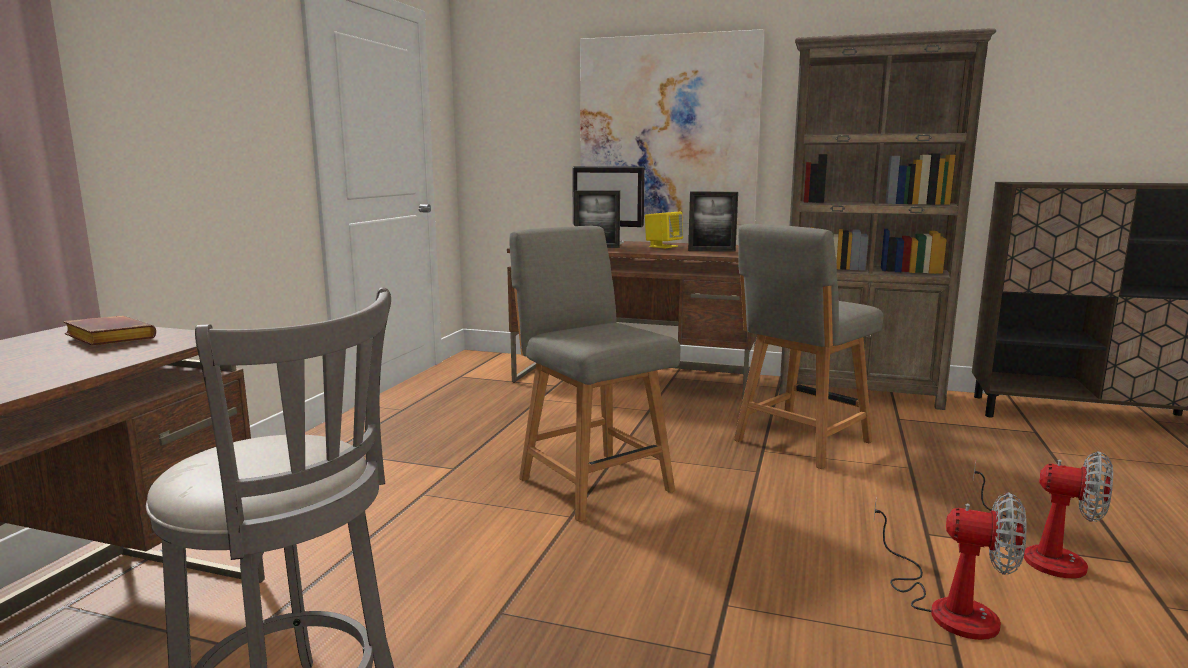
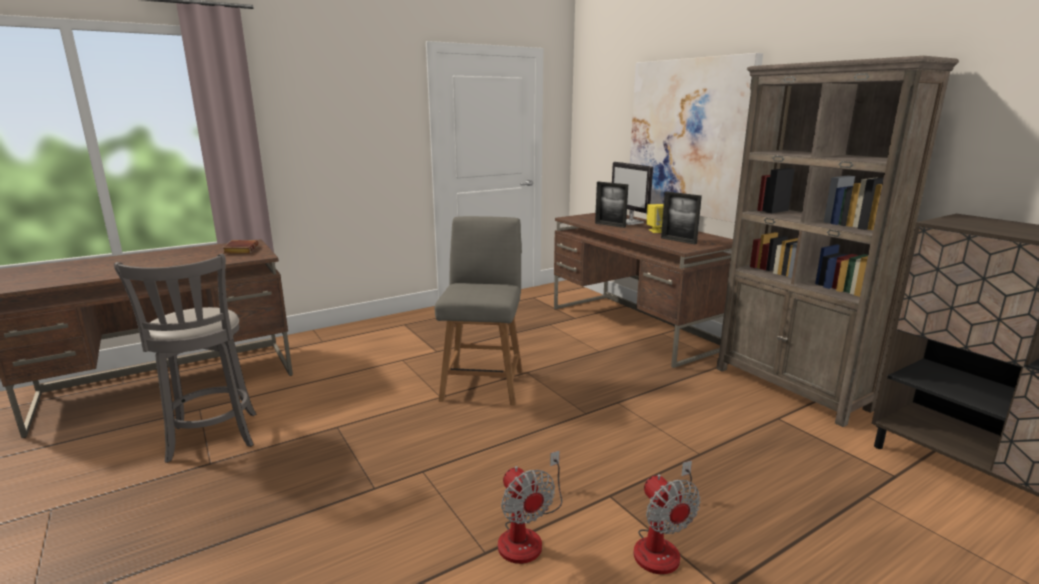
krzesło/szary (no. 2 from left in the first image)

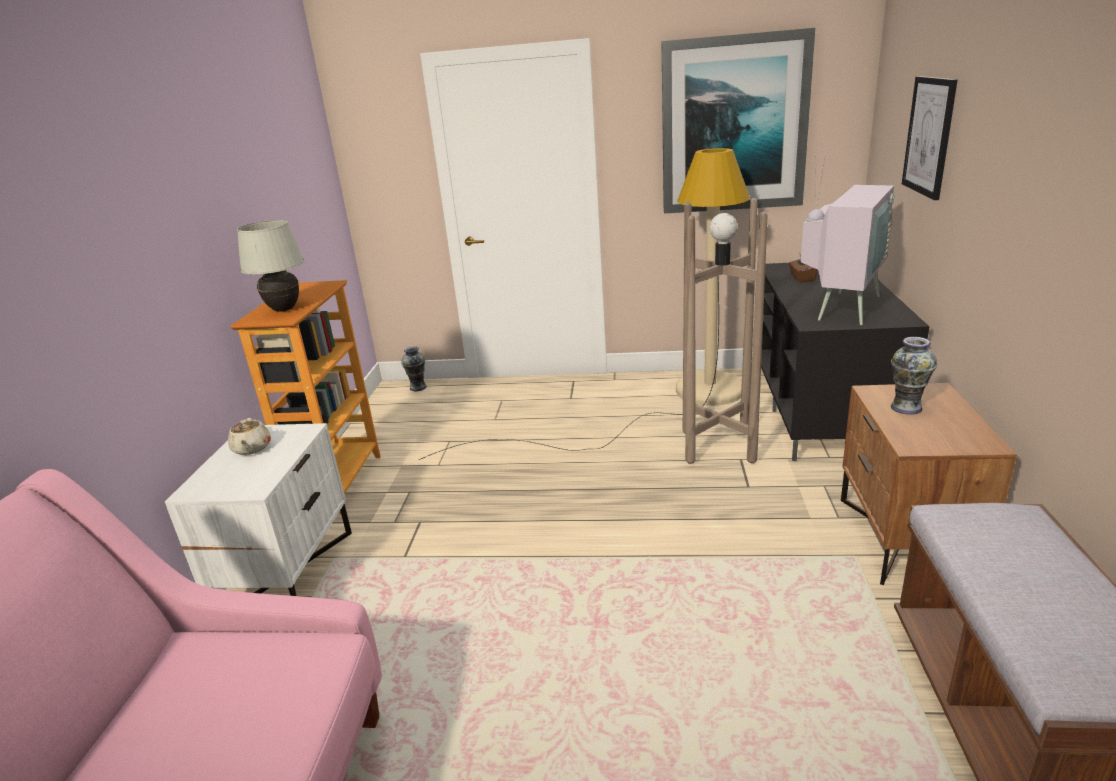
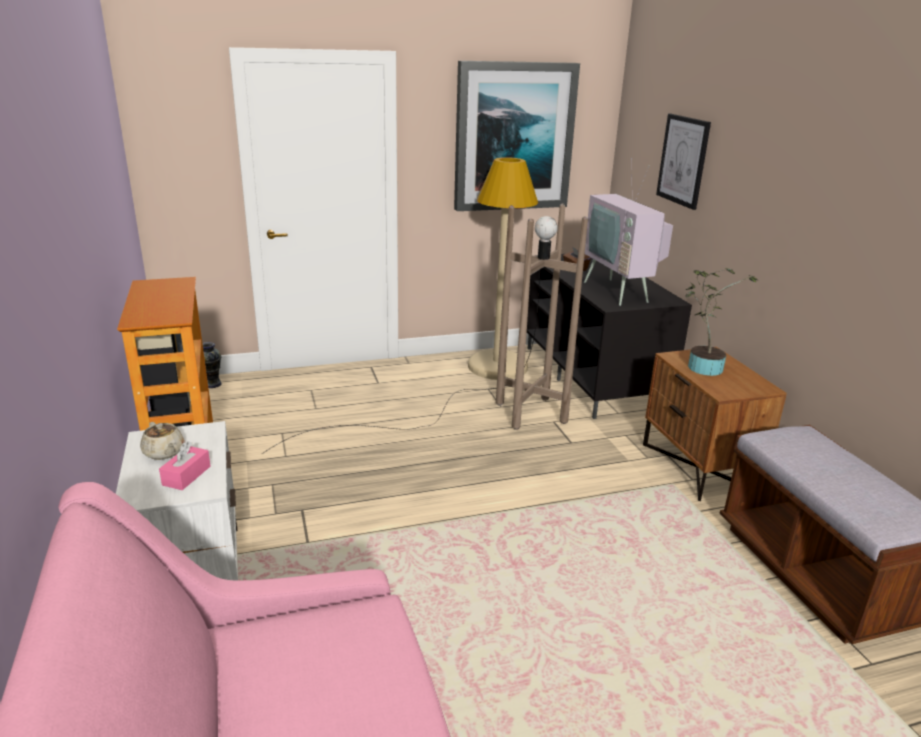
lampa stołowa/biały
telewizor
roślina doniczkowa
pudełko chusteczek/różowy

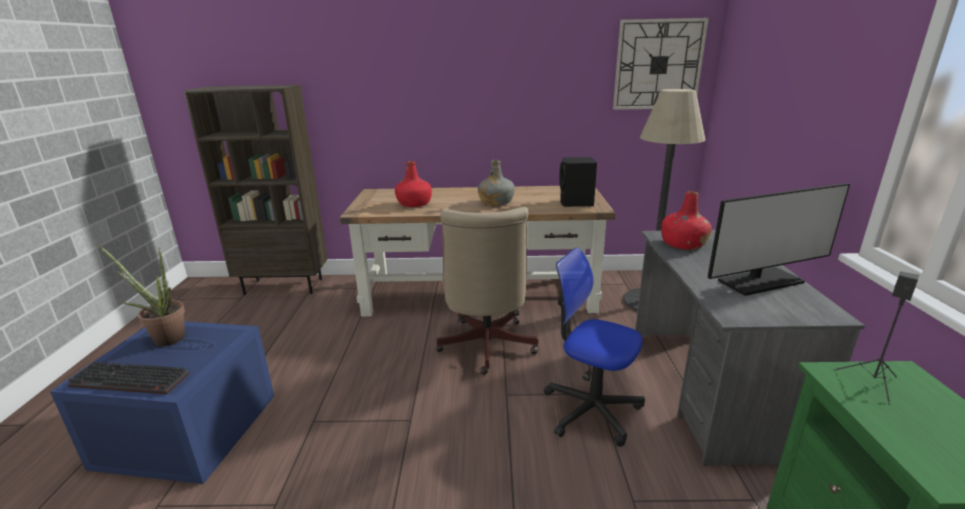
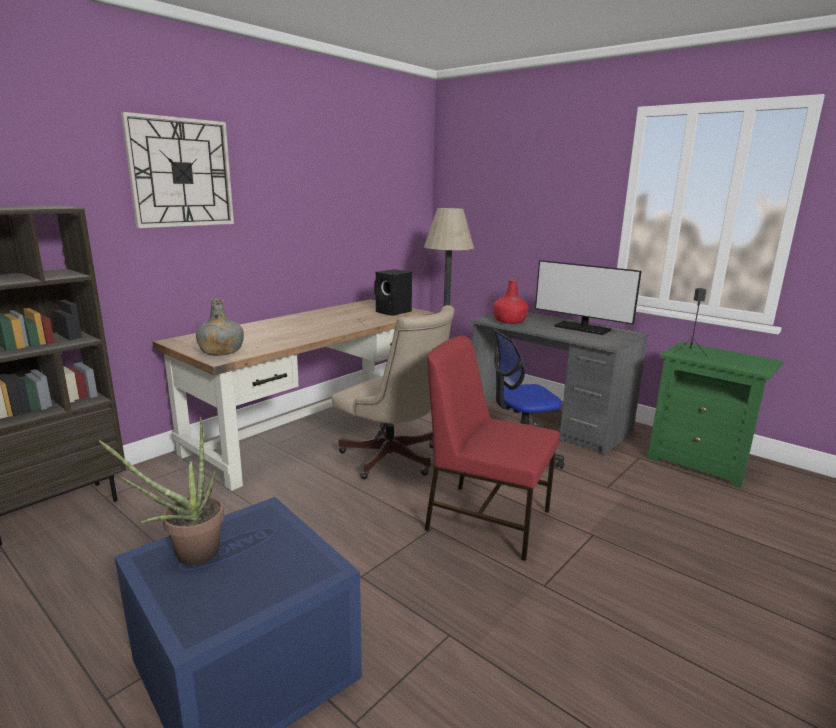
klawiatura
butelka/czerwony (no. 1 from left in the first image)
butelka/szary
zegar ścienny
monitor
krzesło/czerwony

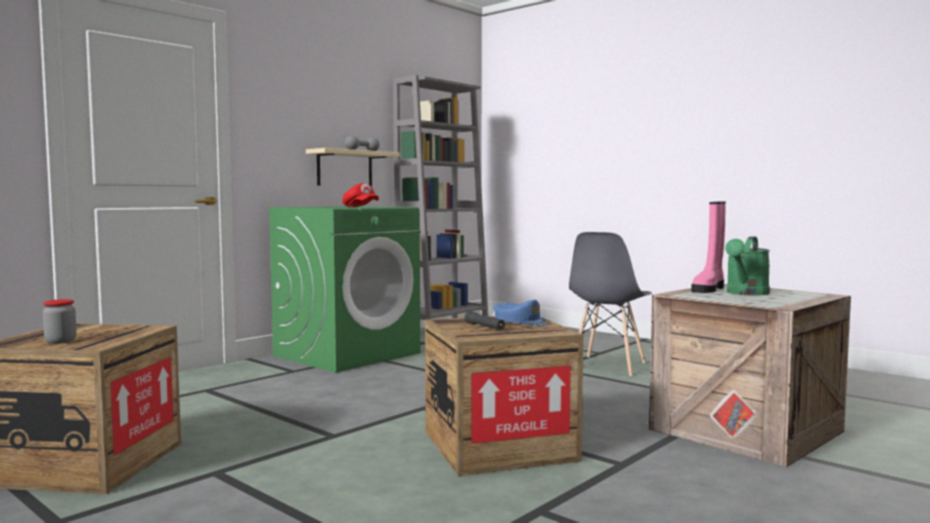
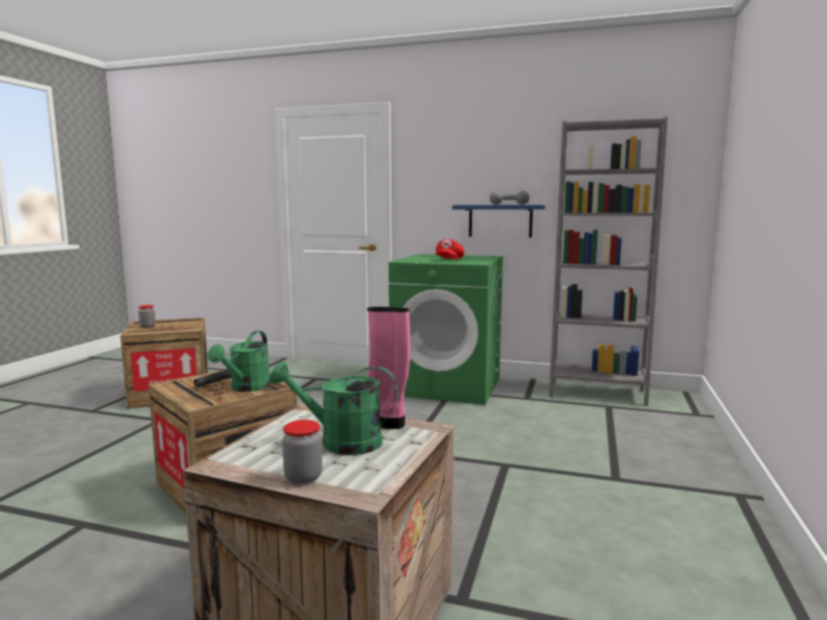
półka/niebieski
konewka/zielony (no. 1 from left)
krzesło/szary
słoik (no. 2 from left)

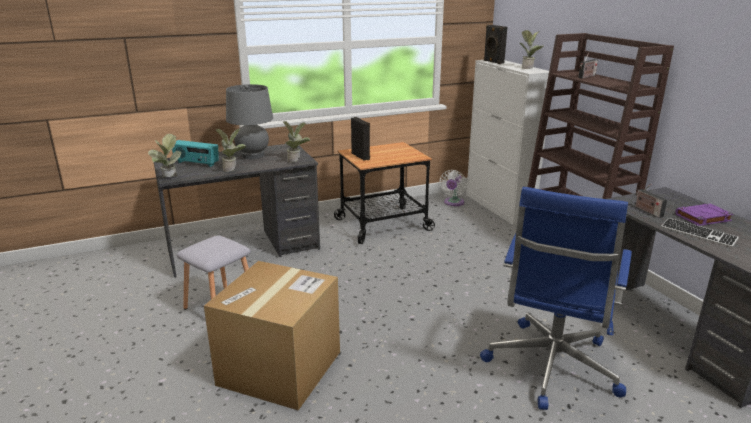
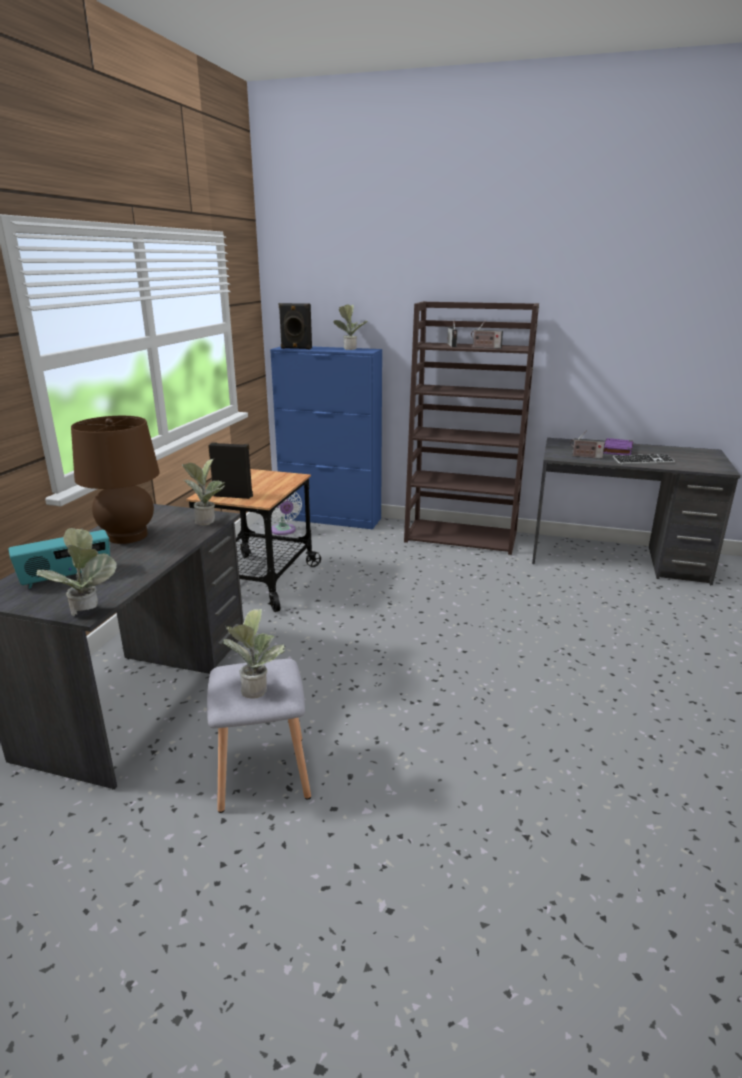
karton
roślina doniczkowa (no. 3 from left)
lampa stołowa/brązowy
szafka/niebieski
krzesło biurowe/niebieski
radio (no. 3 from left)

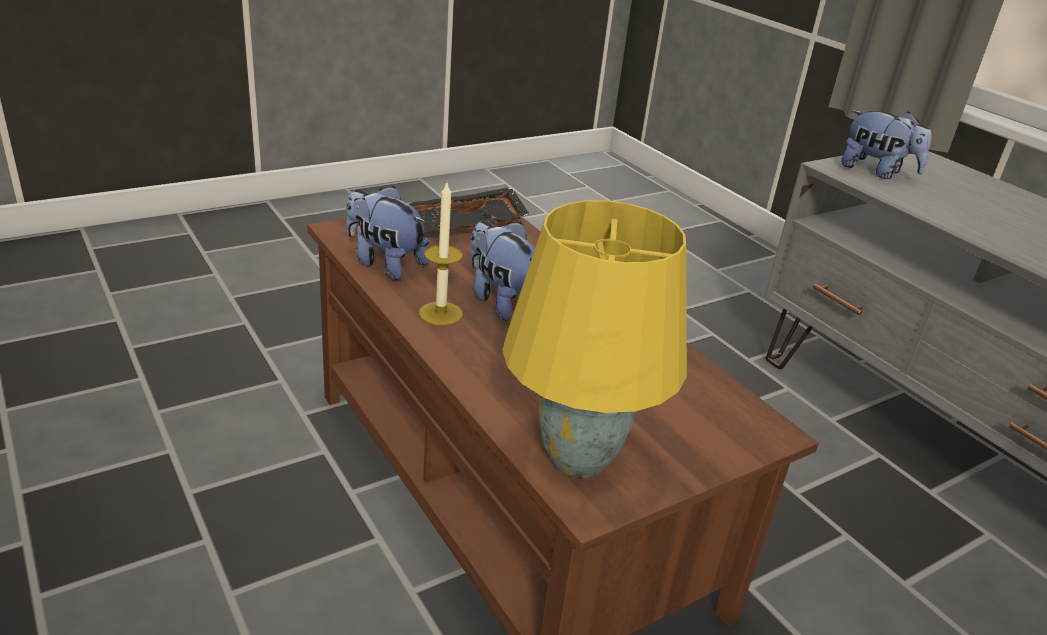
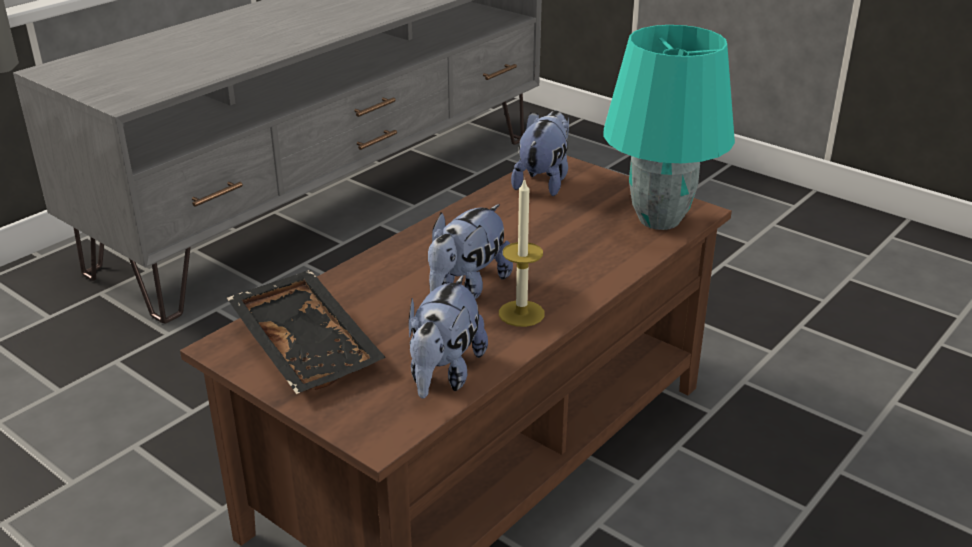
lampa stołowa/turkusowy
pluszak (no. 3 from left)

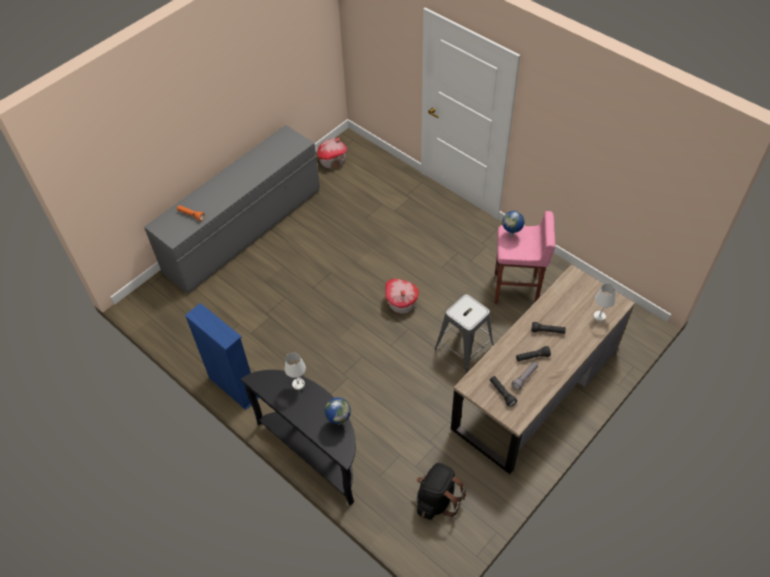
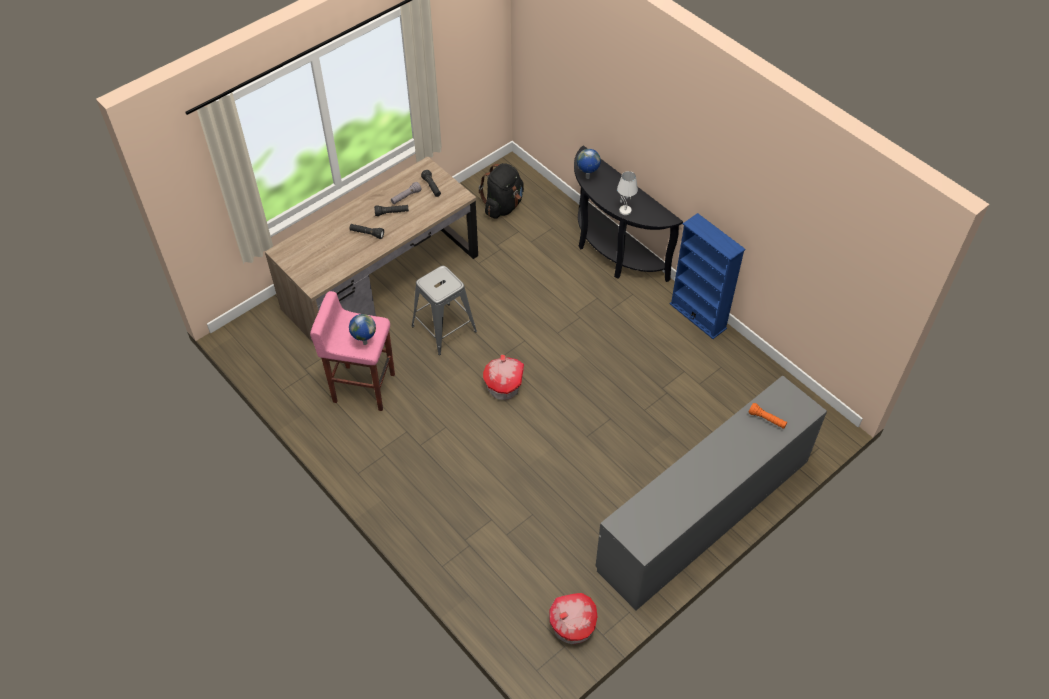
lampa stołowa/biały (no. 2 from left in the first image)

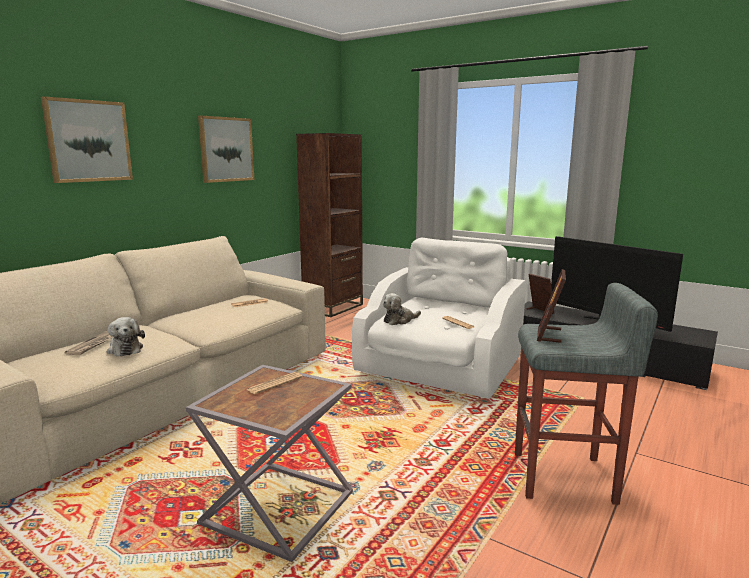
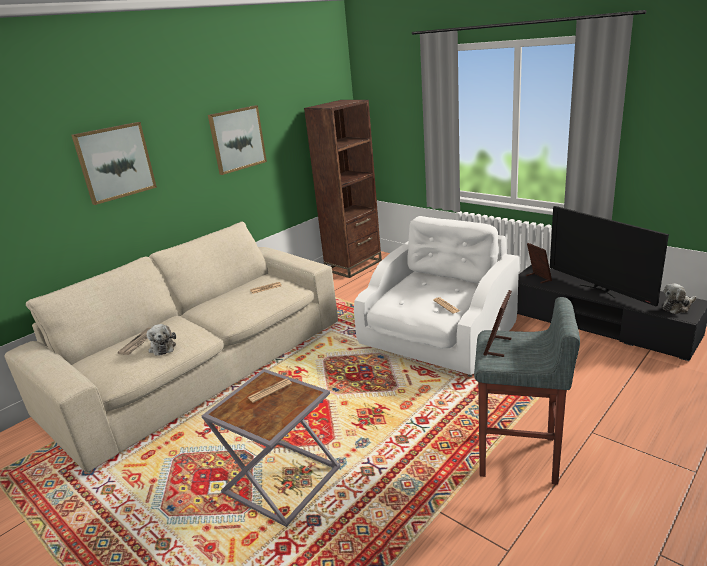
pluszak (no. 2 from left)

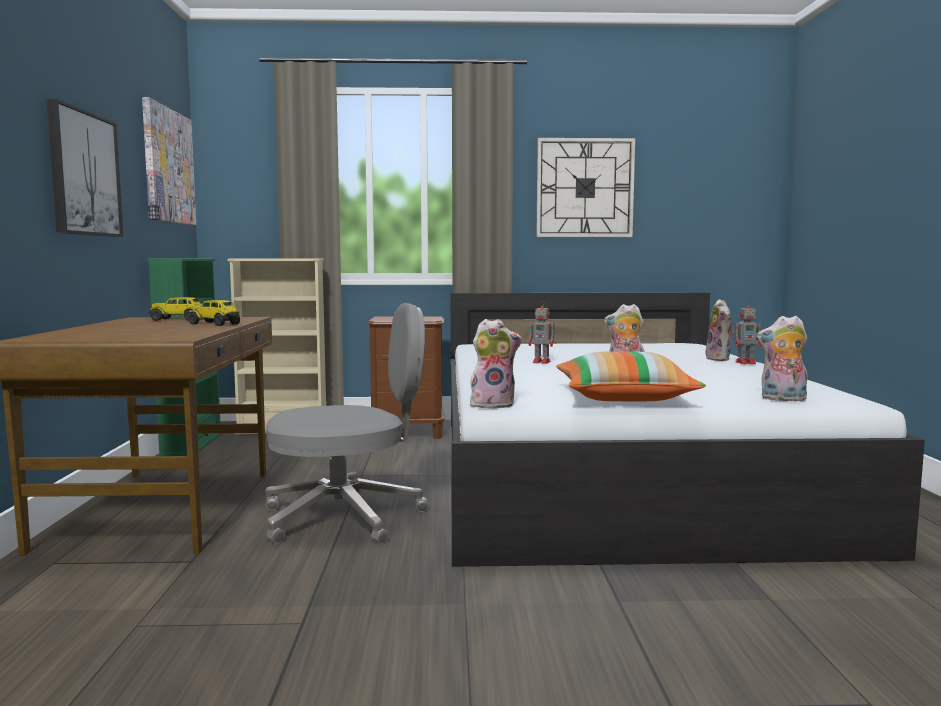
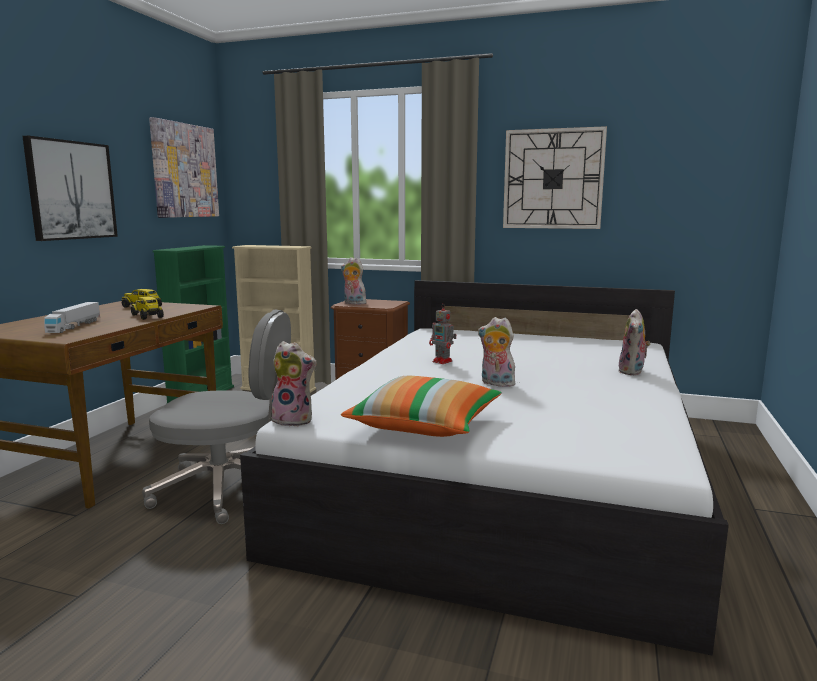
robot zabawkowy (no. 2 from left in the first image)
pluszak (no. 2 from left)
ciężarówka zabawkowa (no. 1 from left)

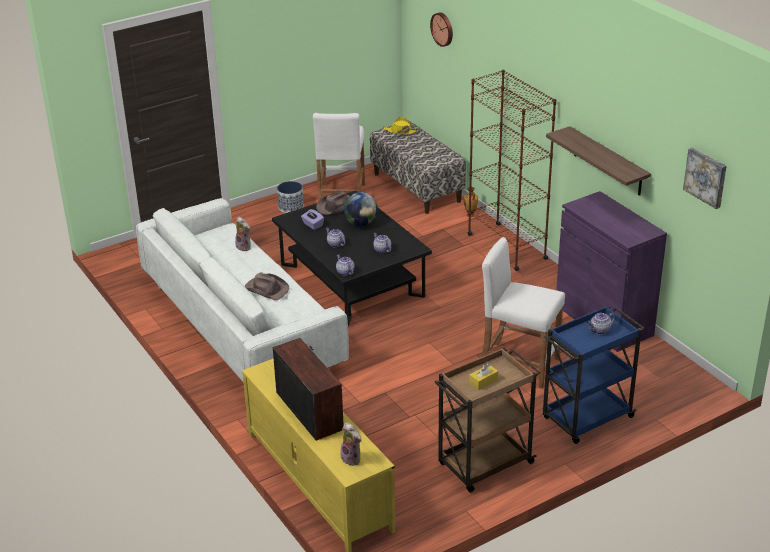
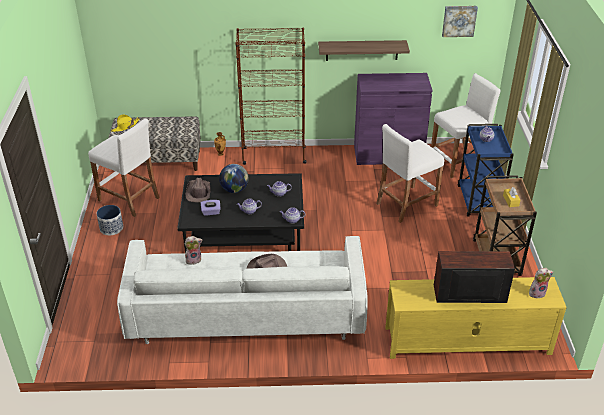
zegar ścienny
stołek/biały (no. 3 from left)

